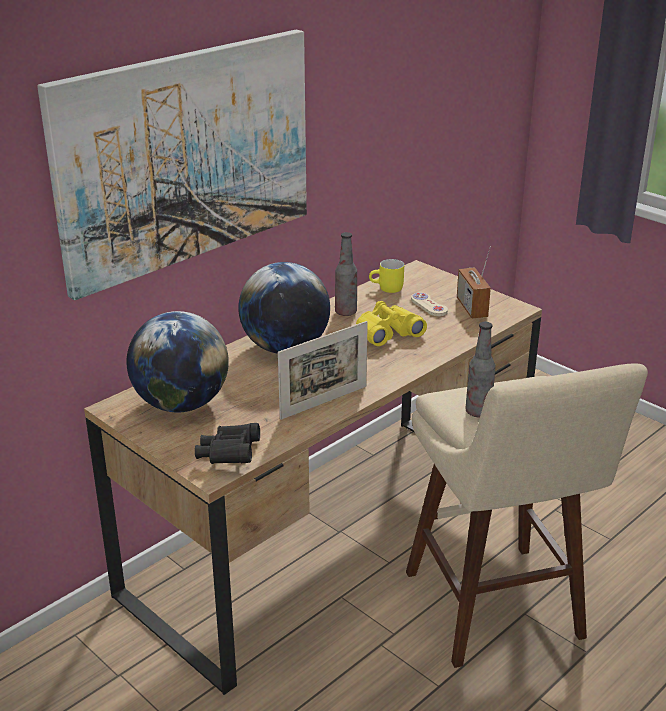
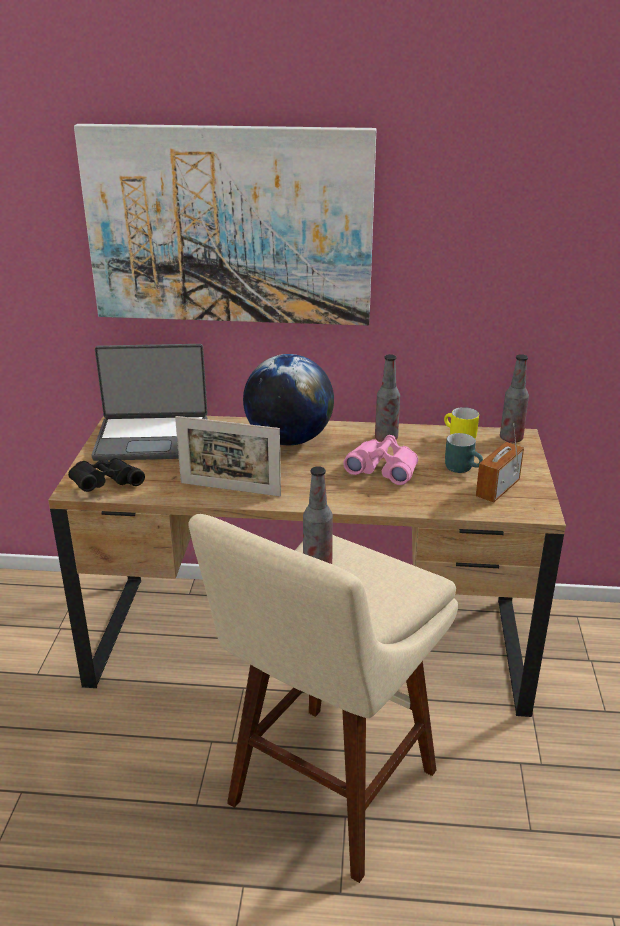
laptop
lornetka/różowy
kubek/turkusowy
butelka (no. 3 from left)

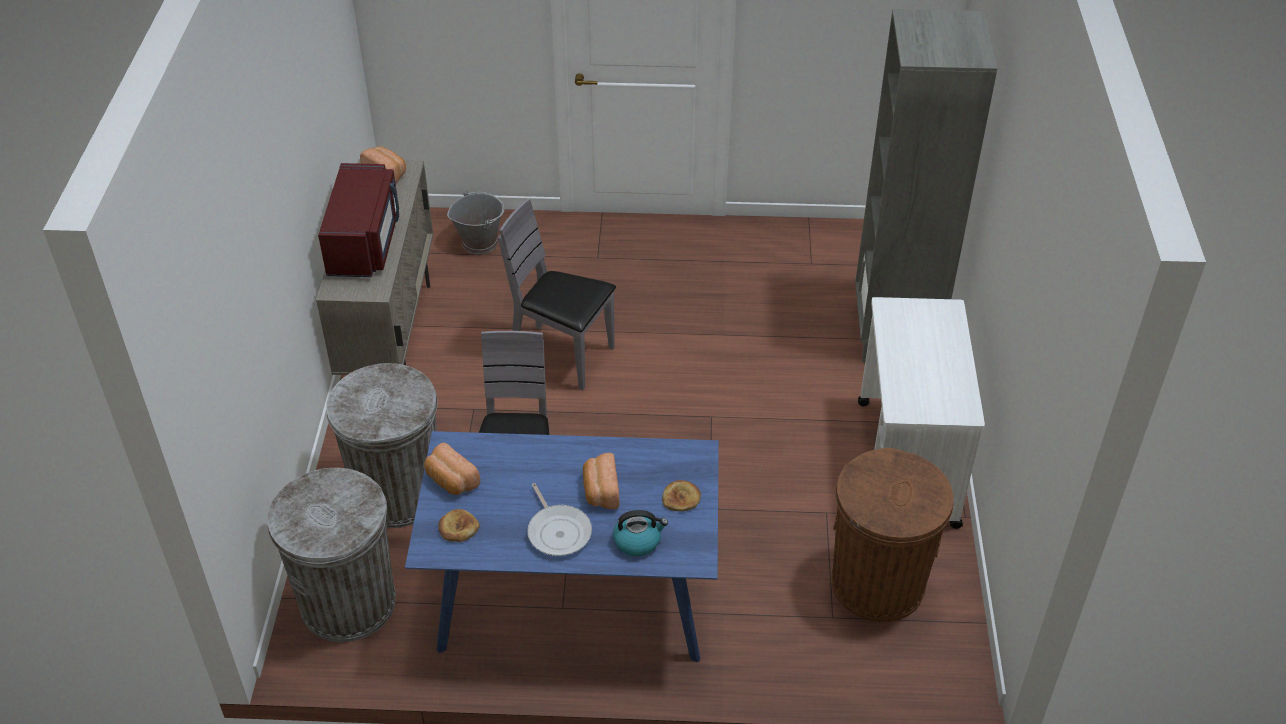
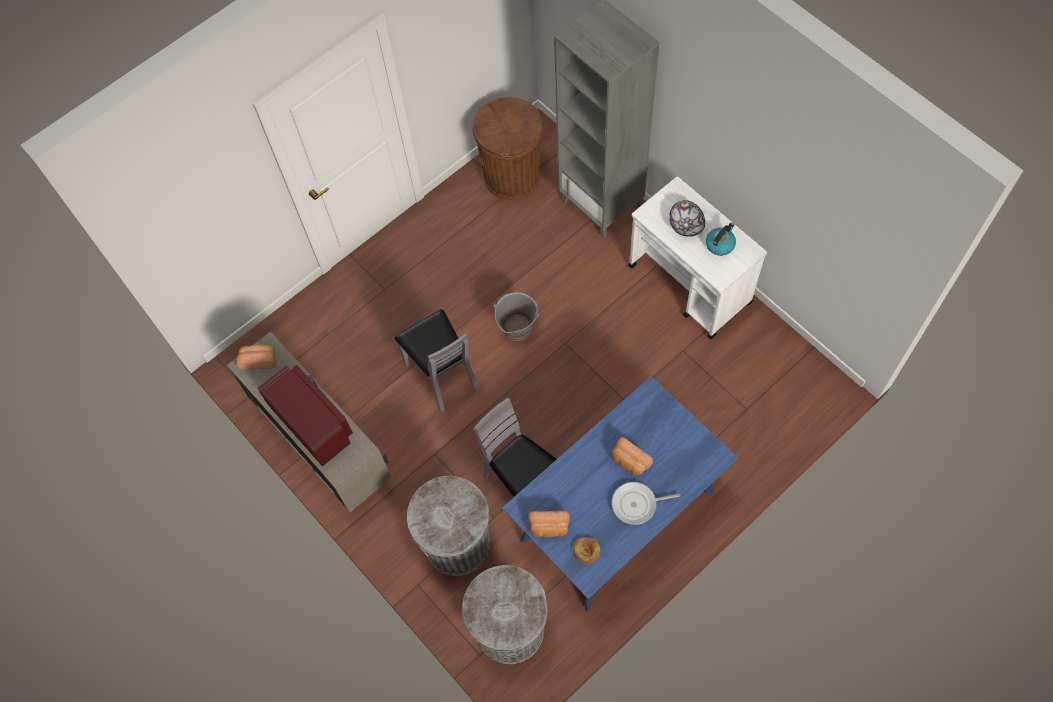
wiadro/szary
krzesło/szary (no. 1 from left)
patelnia
czajnik
chleb (no. 5 from left in the first image)
kosz na śmieci/brązowy
miska

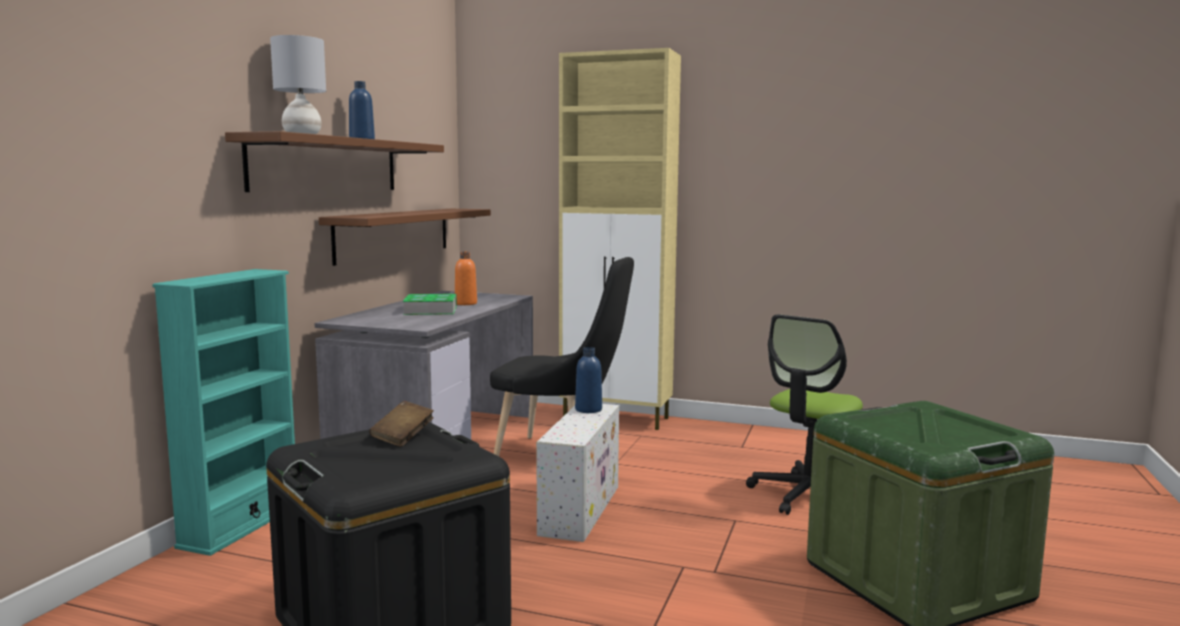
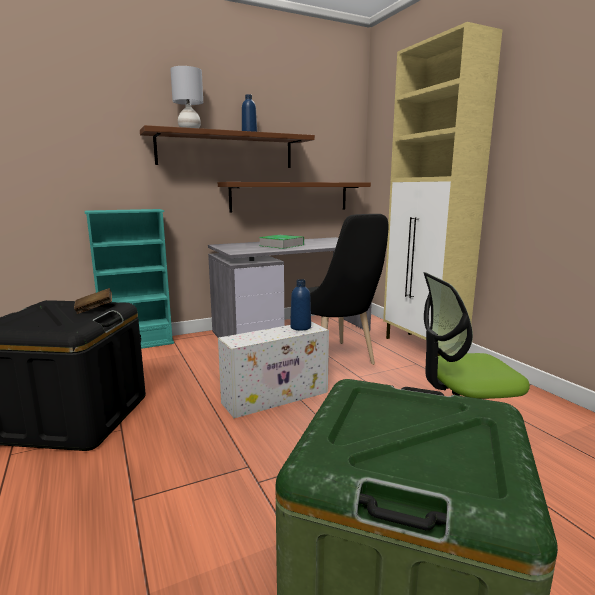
butelka/pomarańczowy

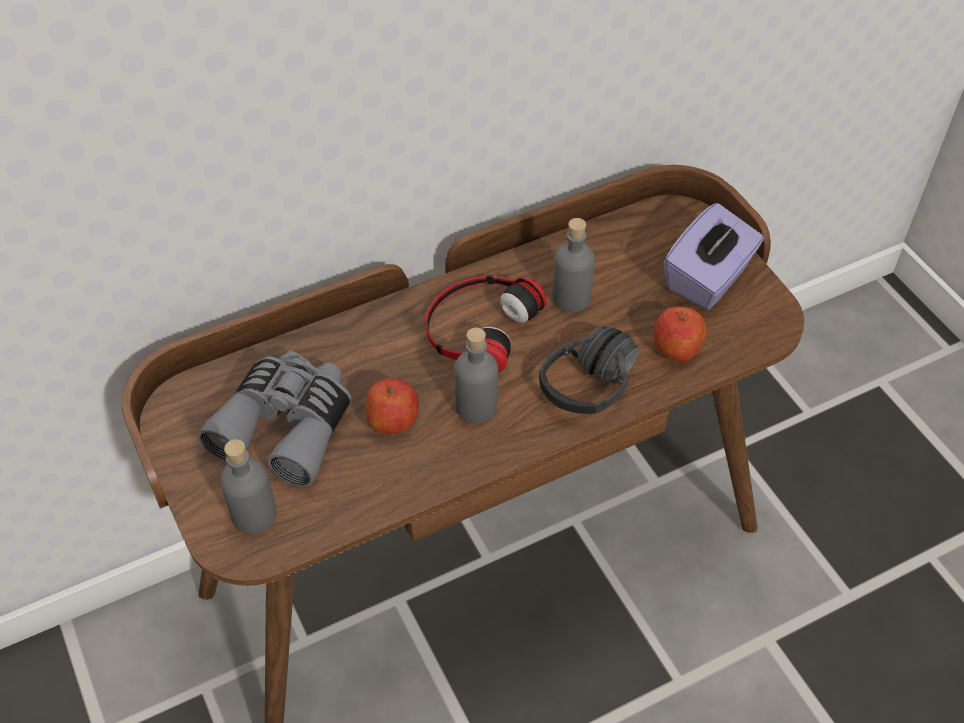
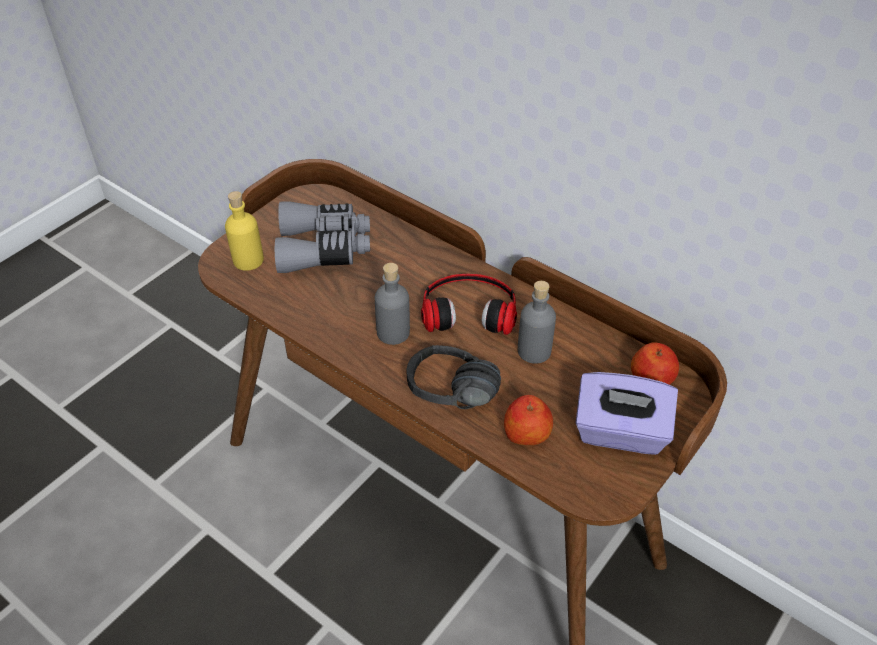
butelka/żółty
jabłko (no. 2 from left)

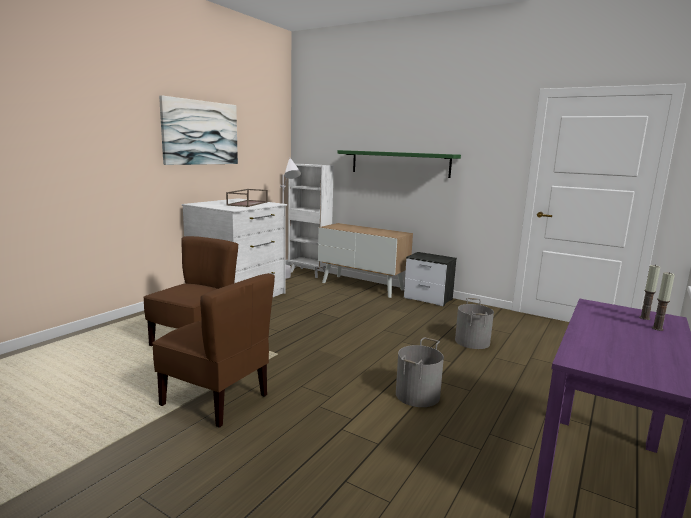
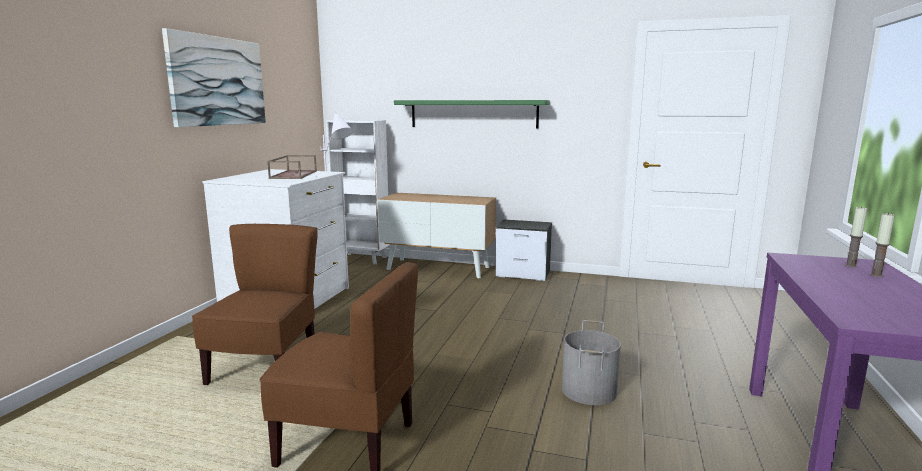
wiadro/szary (no. 2 from left in the first image)

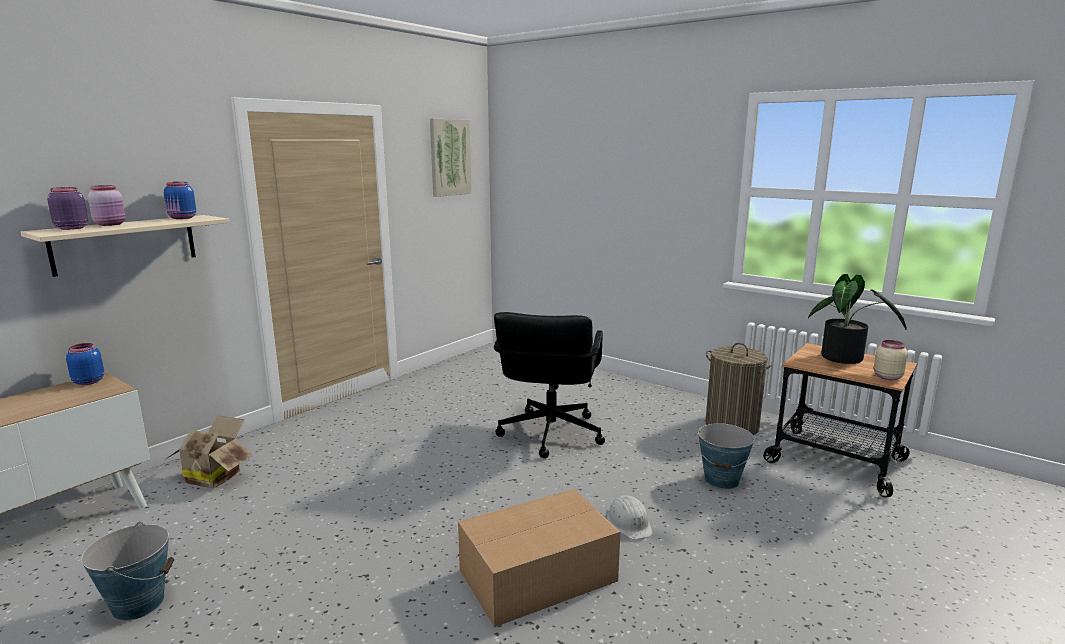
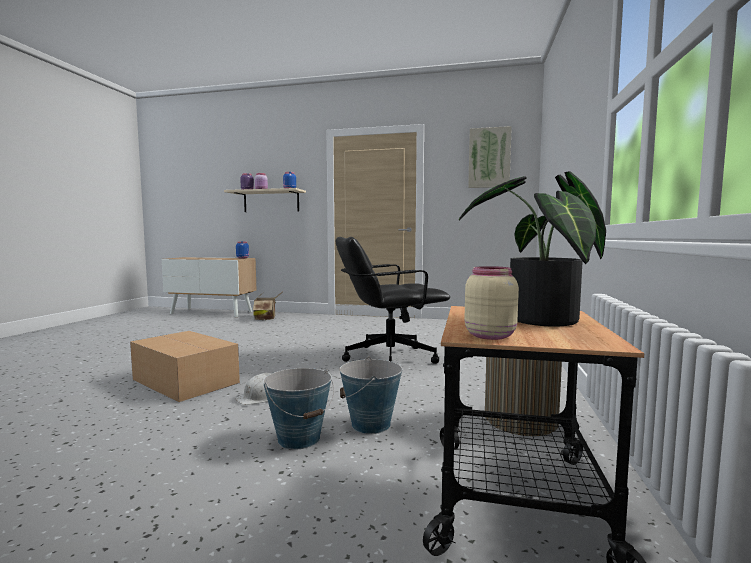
wiadro (no. 1 from left)

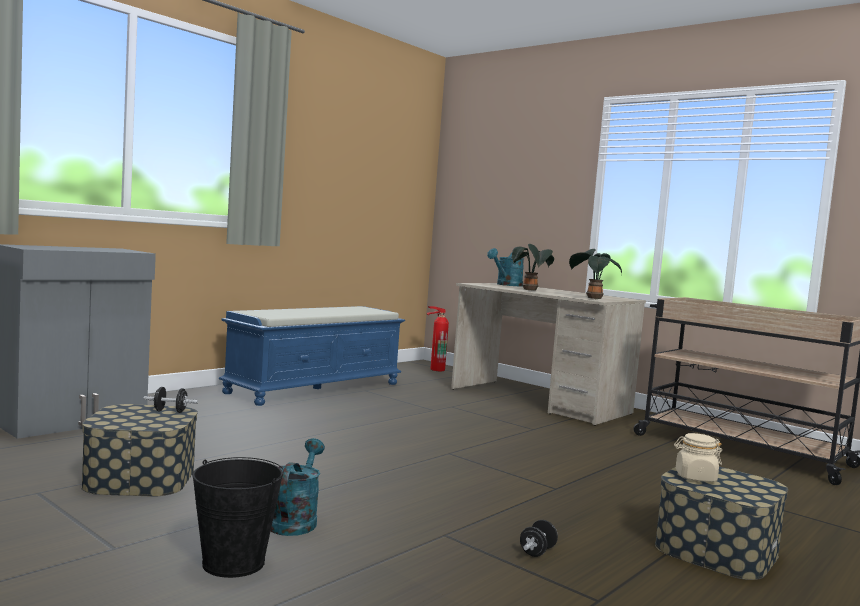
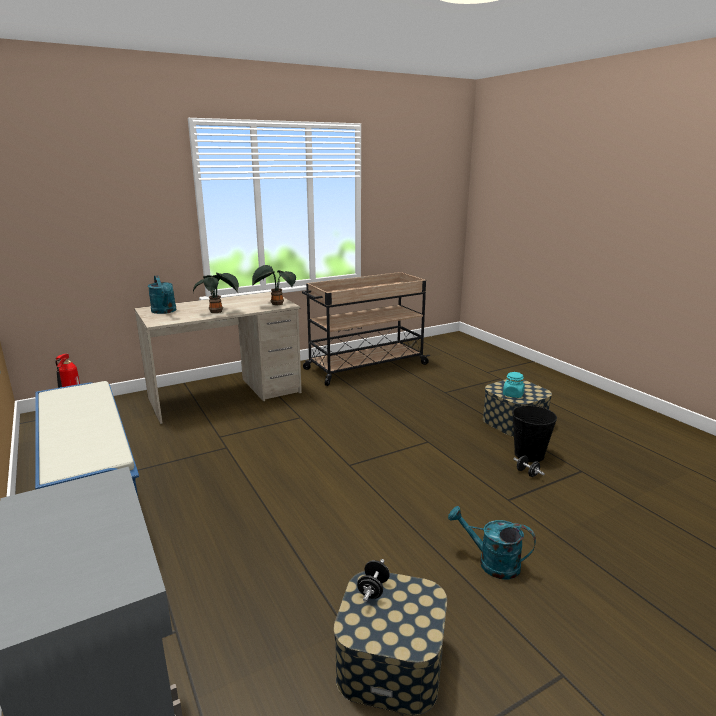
wiadro/czarny
słoik/turkusowy

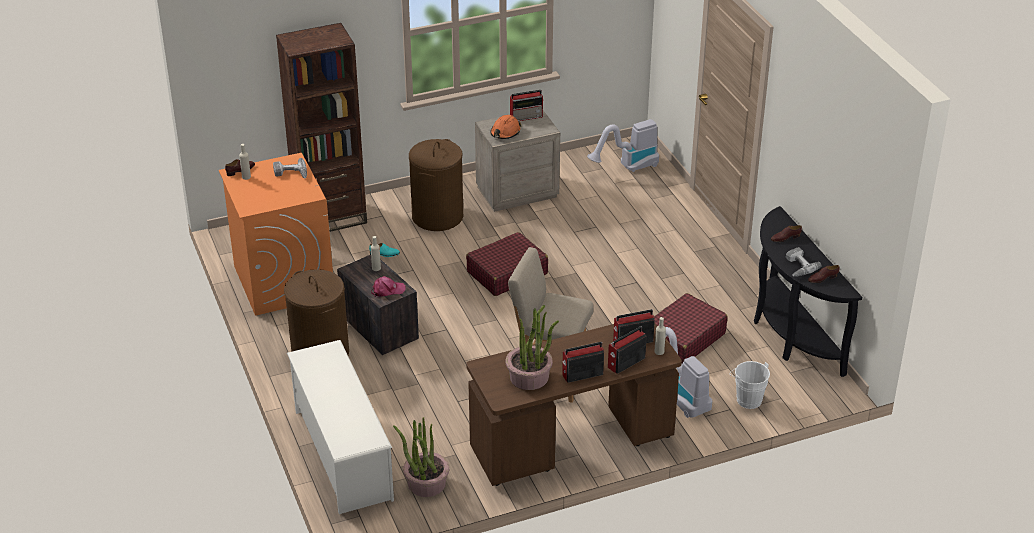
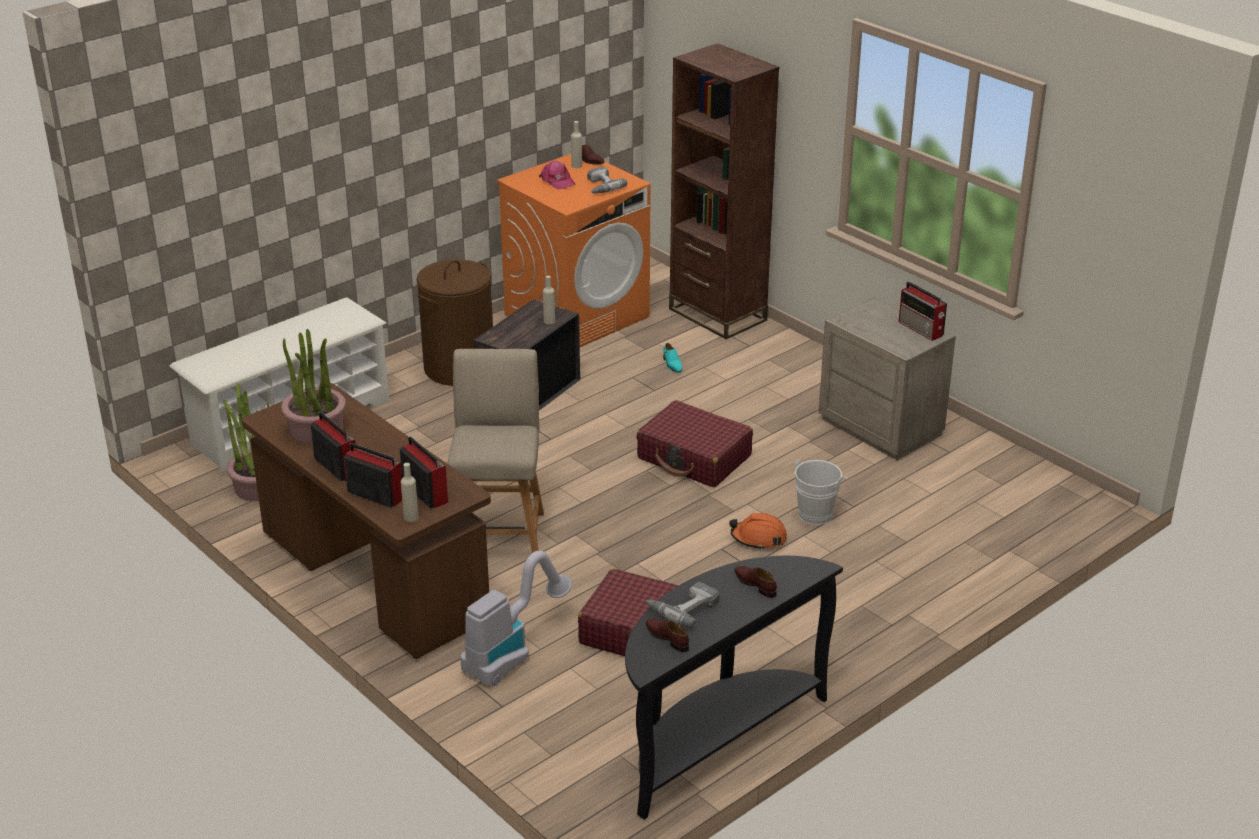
czapka z daszkiem/różowy
kosz na pranie/brązowy (no. 2 from left in the first image)
kask/pomarańczowy
odkurzacz (no. 1 from left in the first image)
wiadro/biały

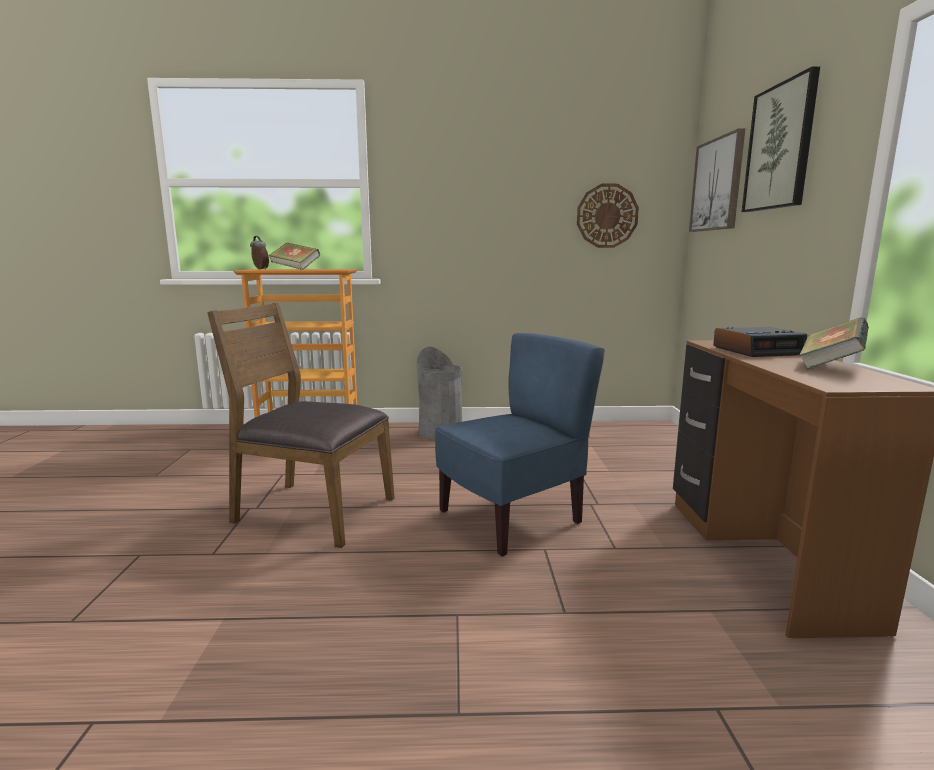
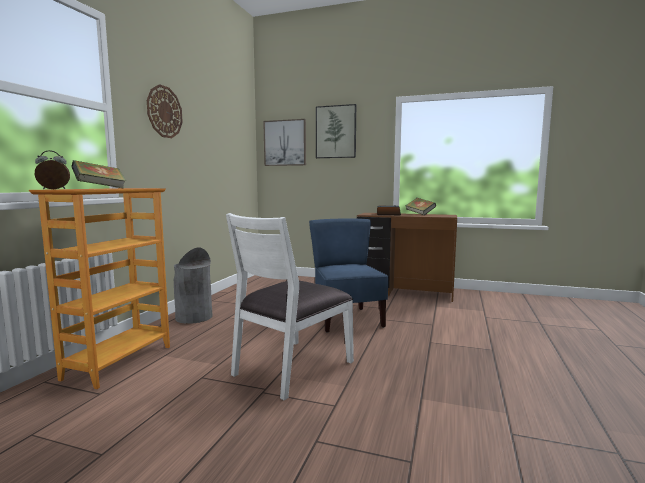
krzesło/biały
zegar ścienny

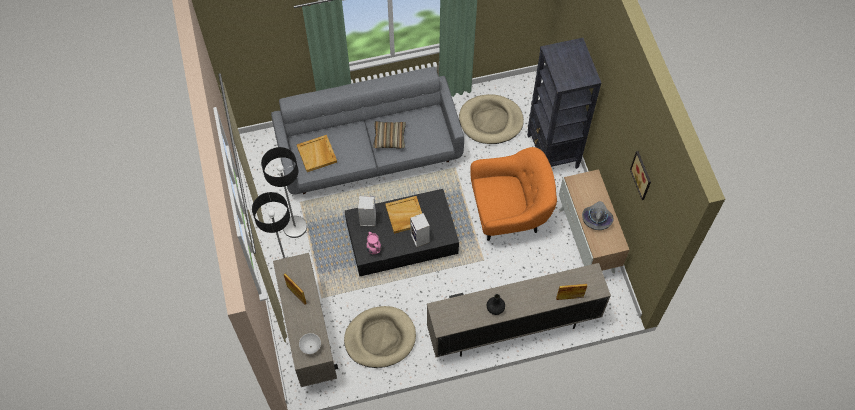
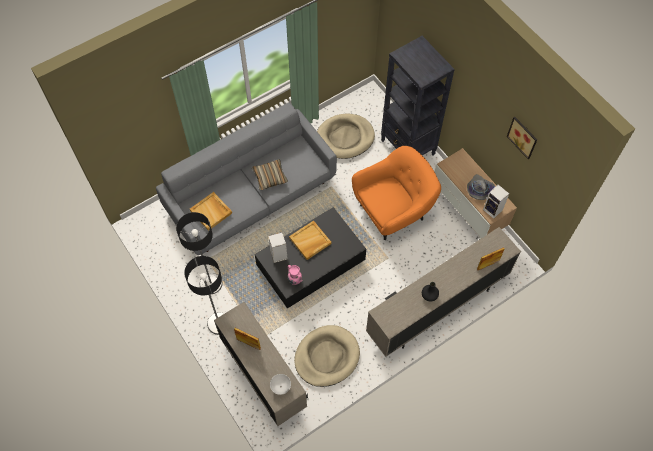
głośnik (no. 2 from left)

